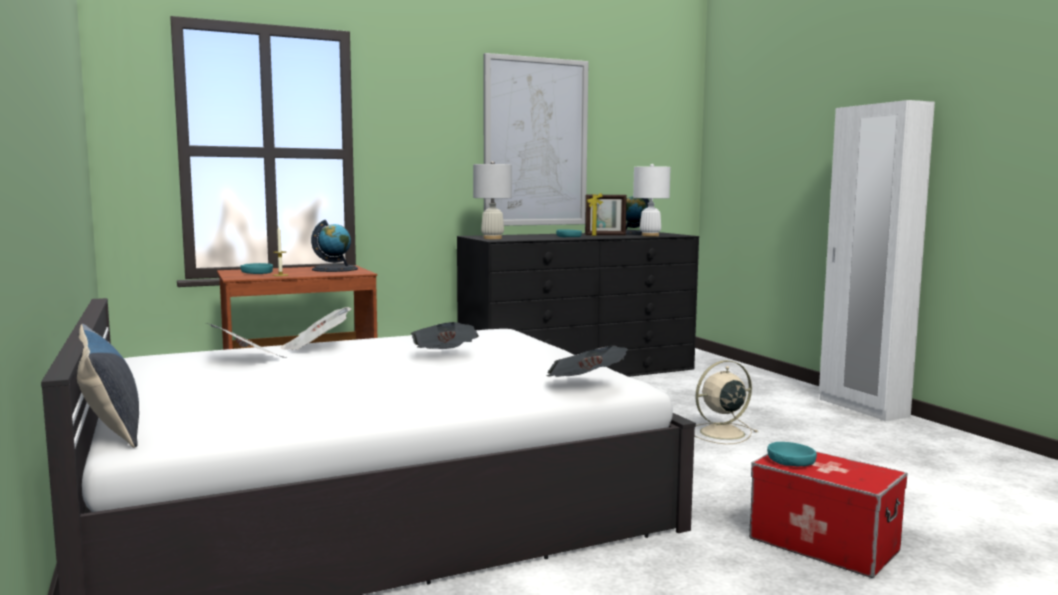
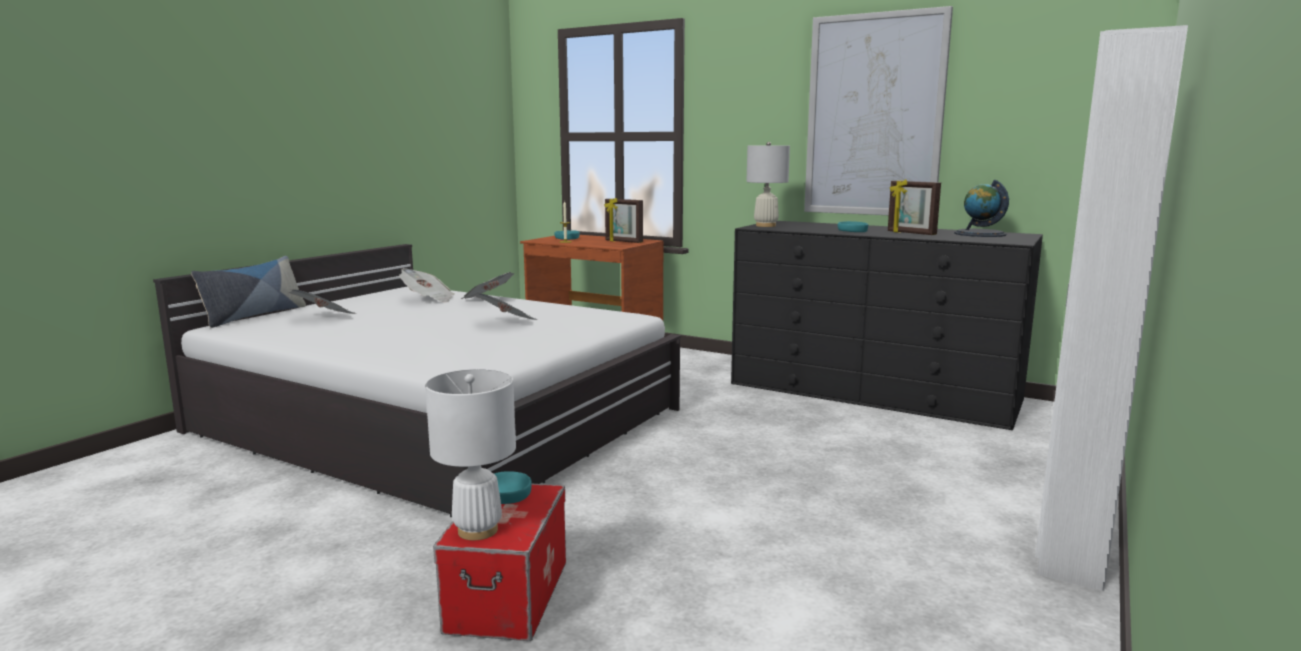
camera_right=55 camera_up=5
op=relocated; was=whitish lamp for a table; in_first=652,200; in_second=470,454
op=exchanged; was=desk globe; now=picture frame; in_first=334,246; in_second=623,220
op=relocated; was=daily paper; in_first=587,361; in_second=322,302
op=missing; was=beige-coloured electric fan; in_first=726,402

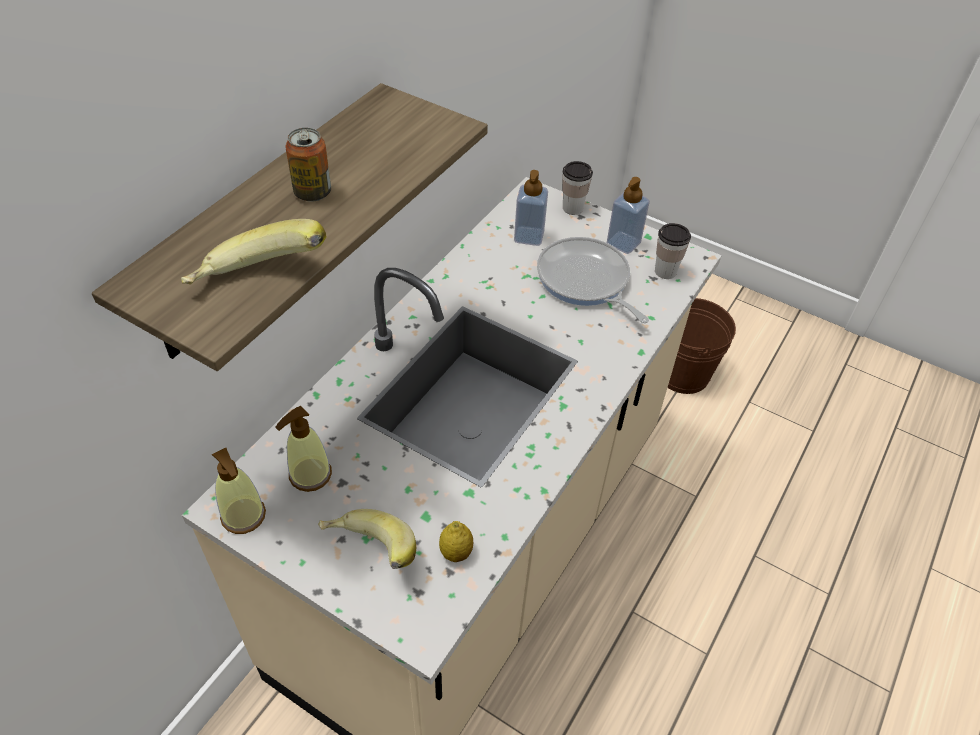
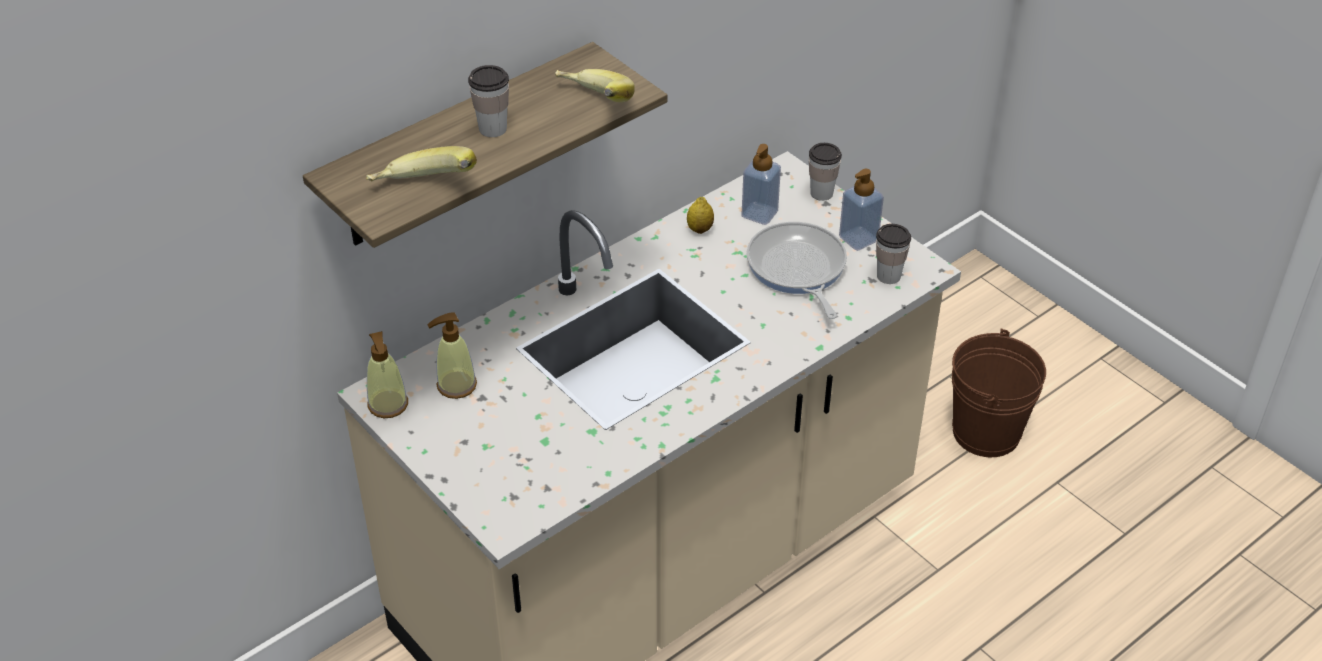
camera_right=20 camera_up=-5
op=exchanged; was=can; now=cup; in_first=308,165; in_second=488,101
op=relocated; was=whole banana; in_first=367,539; in_second=595,86
op=relocated; was=lemon; in_first=456,541; in_second=700,215

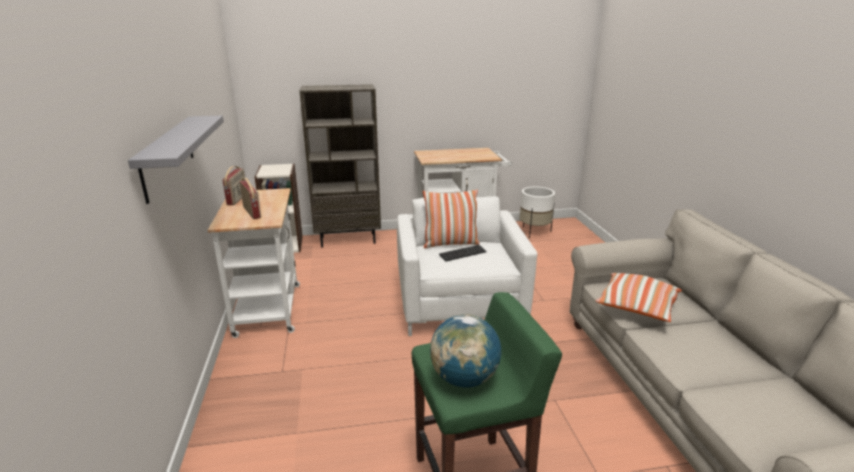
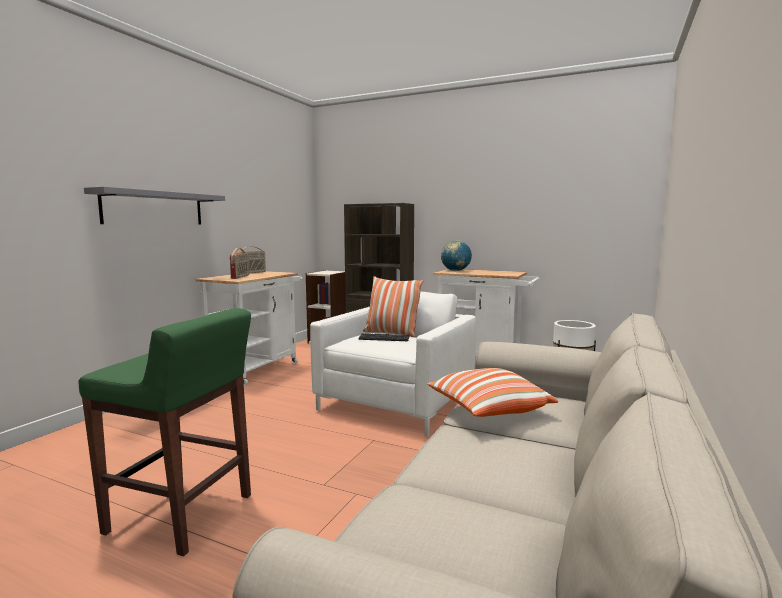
camera_right=35 camera_up=-15
op=relocated; was=desk globe; in_first=465,351; in_second=456,255

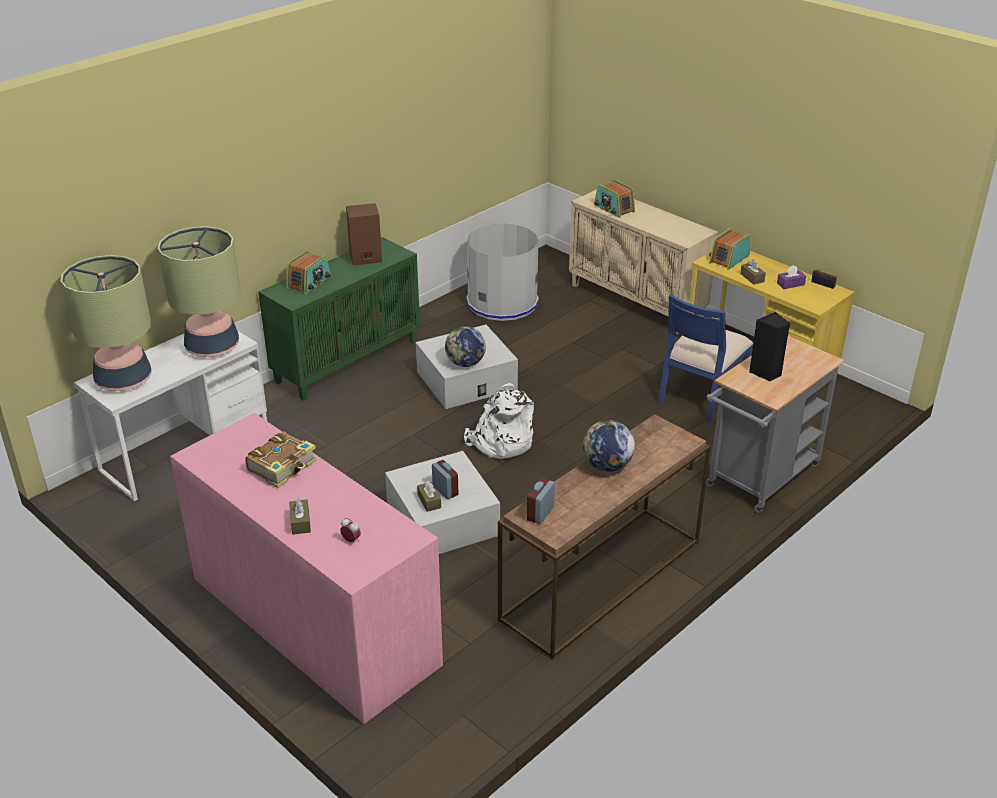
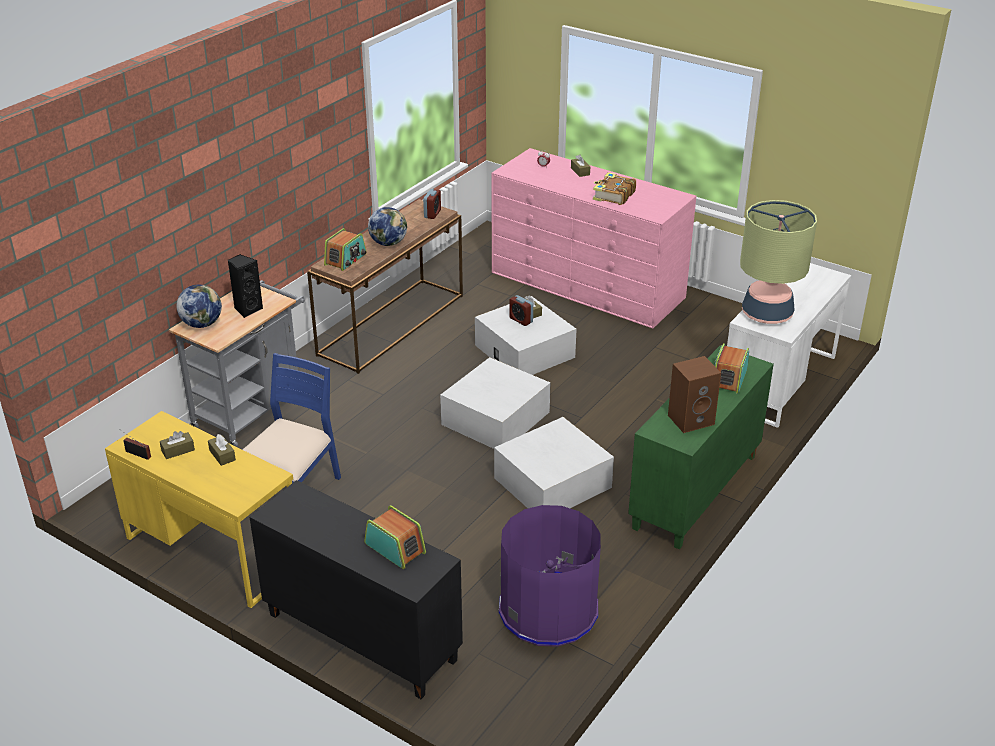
camera_right=170 camera_up=0
op=colour; was=beige-coloured storage cabinet; now=black storage cabinet; in_first=643,261; in_second=356,589
op=colour; was=grey waste bin; now=purplish waste bin; in_first=502,272; in_second=550,576
op=relocated; was=radio; in_first=729,249; in_second=345,249
op=missing; was=lamp for a table; in_first=106,323
op=colour; was=purplish tissue holder; now=brown tissue holder; in_first=791,277; in_second=177,445
op=relocated; was=desk globe; in_first=465,346; in_second=199,306
op=exchanged; was=whitish backpack; now=whitish storage box; in_first=499,421; in_second=495,403

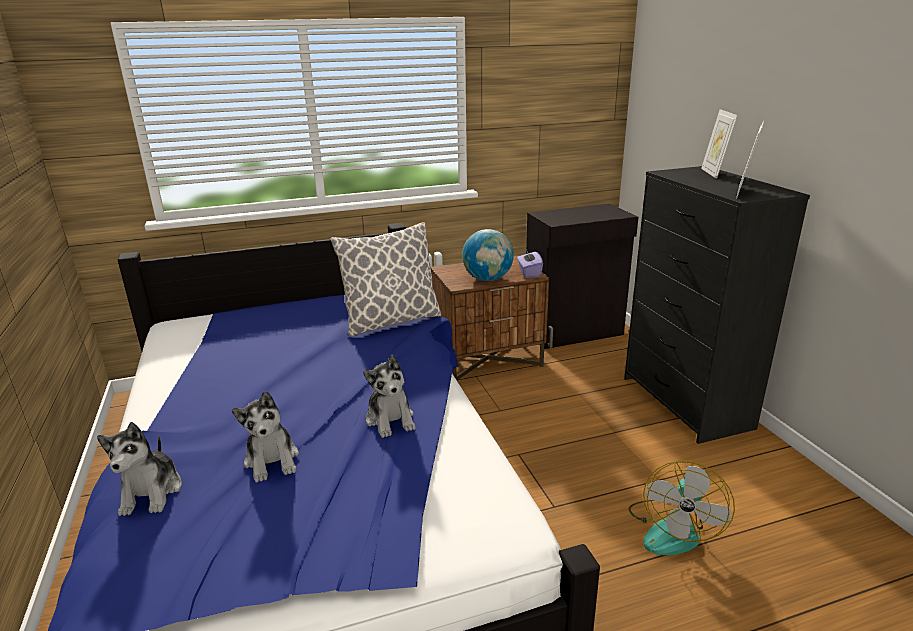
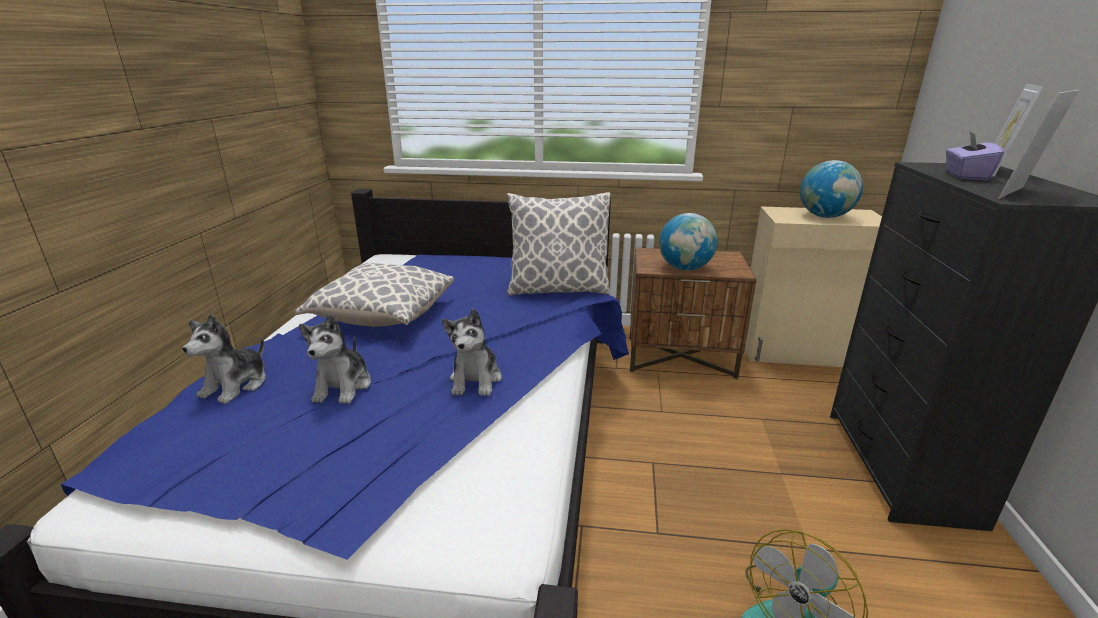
camera_right=25 camera_up=0
op=colour; was=black storage cabinet; now=beige-coloured storage cabinet; in_first=582,276; in_second=813,286
op=relocated; was=purplish tissue holder; in_first=530,263; in_second=975,156
op=appeared; now=desk globe; in_second=831,189
op=appeared; now=throw pillow; in_second=374,295

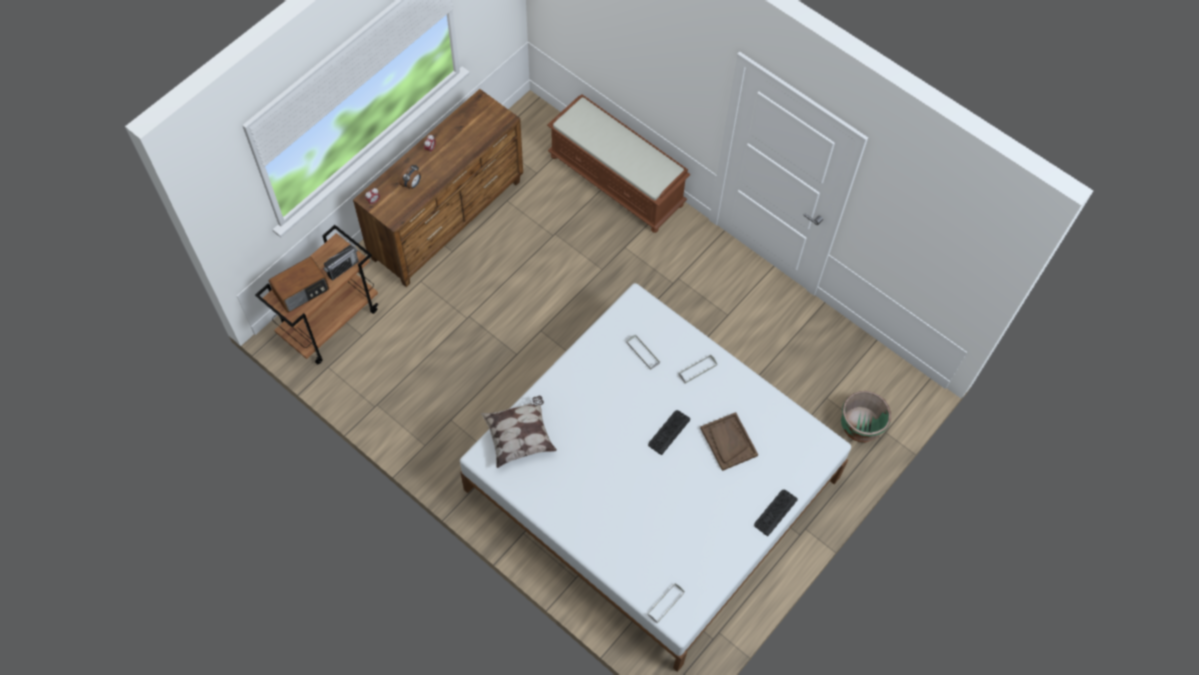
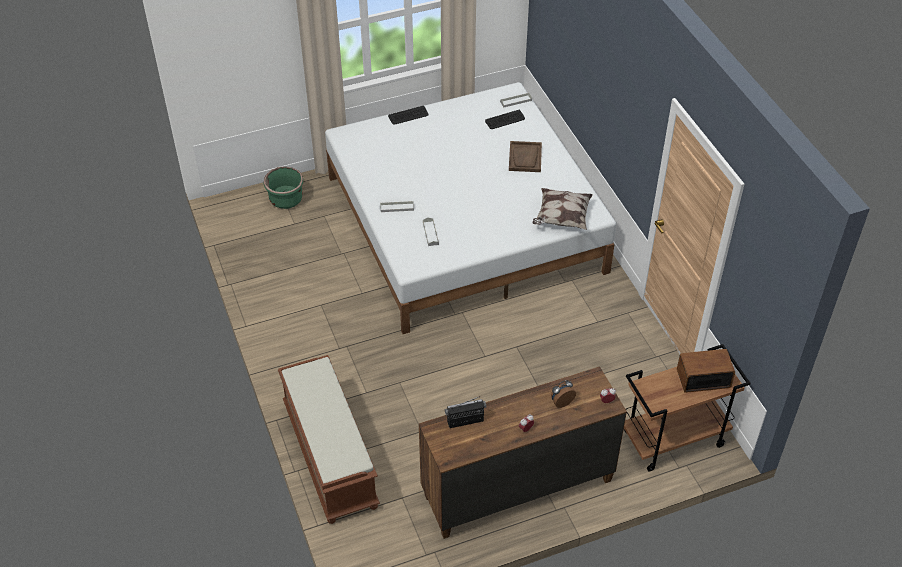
camera_right=-150 camera_up=-15
op=relocated; was=radio; in_first=341,263; in_second=465,412
op=relocated; was=computer keyboard; in_first=669,432; in_second=505,119
op=relocated; was=brown carrying tray; in_first=729,441; in_second=525,156

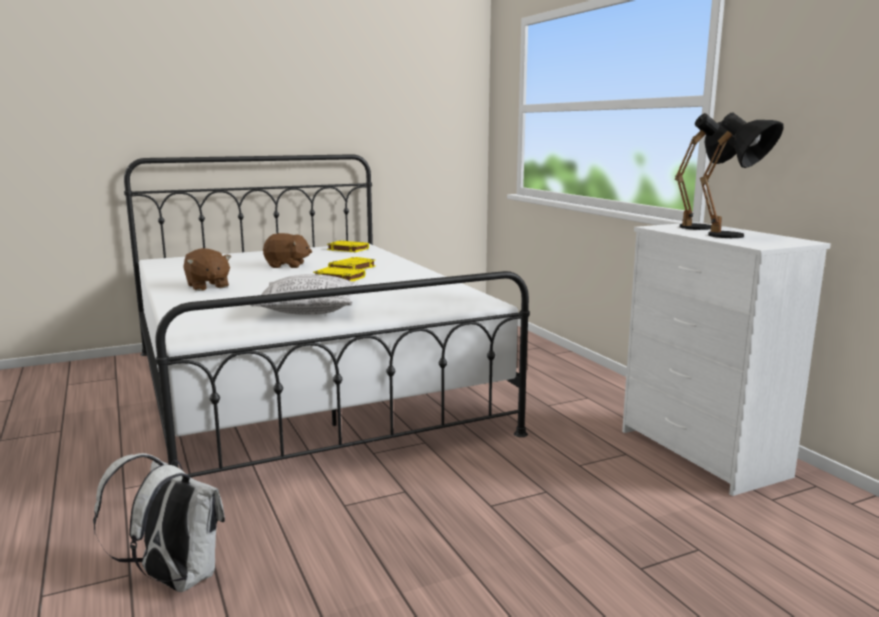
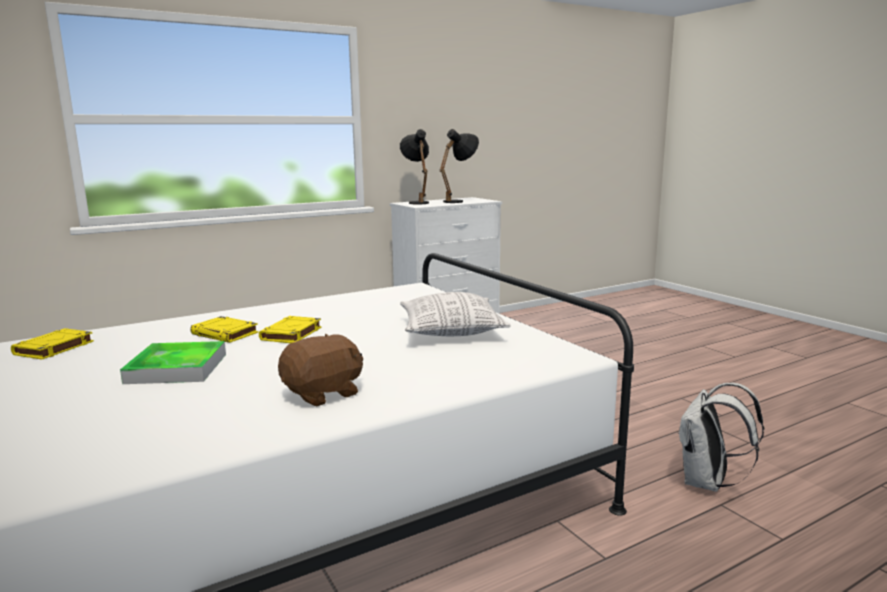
camera_right=-95 camera_up=0
op=exchanged; was=brown plush toy; now=carrying tray; in_first=287,250; in_second=173,362

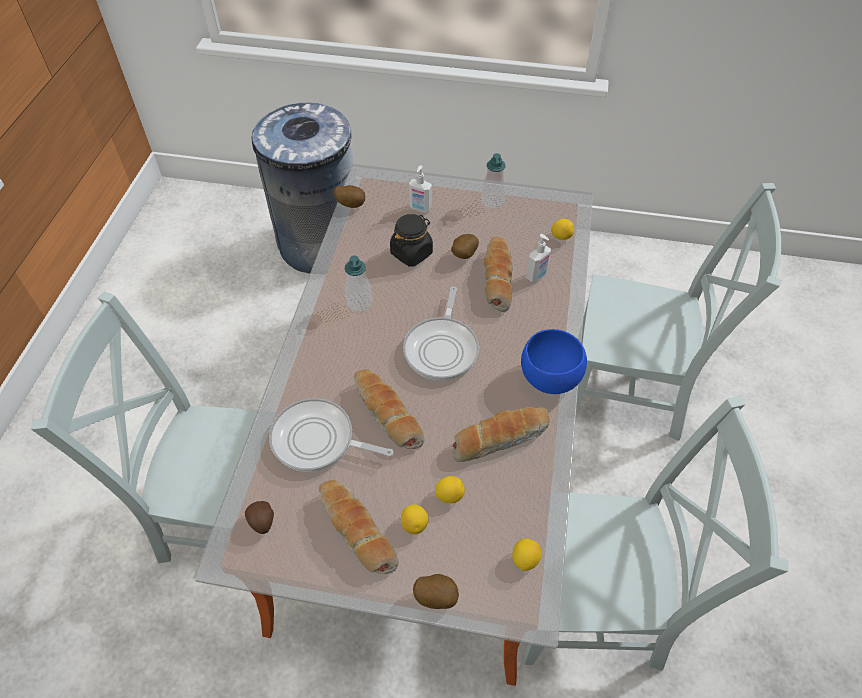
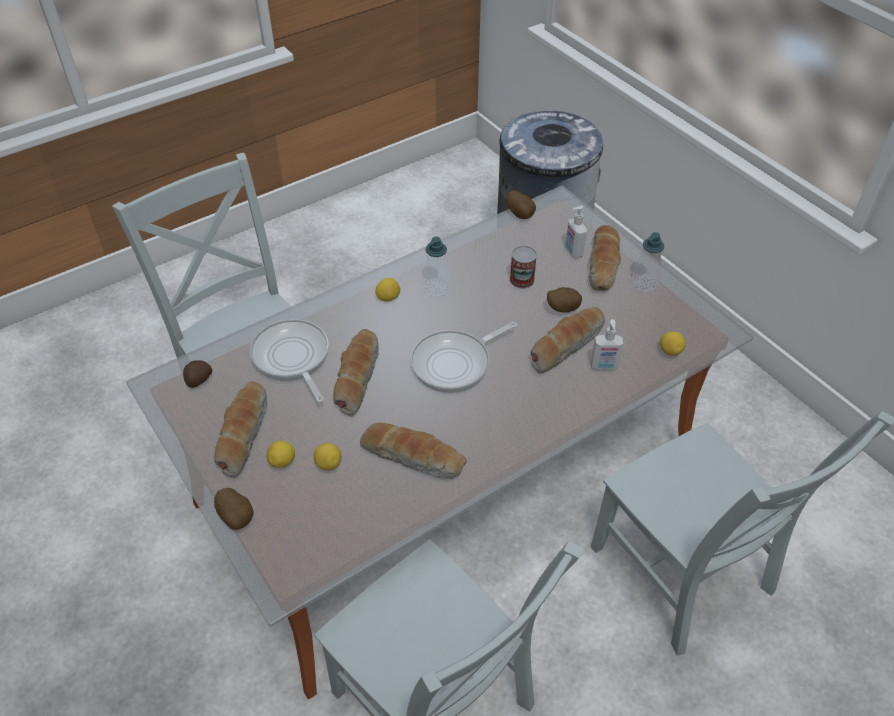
camera_right=45 camera_up=-5
op=exchanged; was=black storage jar; now=can; in_first=411,240; in_second=523,267
op=missing; was=blue bowl; in_first=554,361
op=relocated; was=lemon; in_first=527,554; in_second=387,290
op=appeared; now=bread; in_second=605,258

